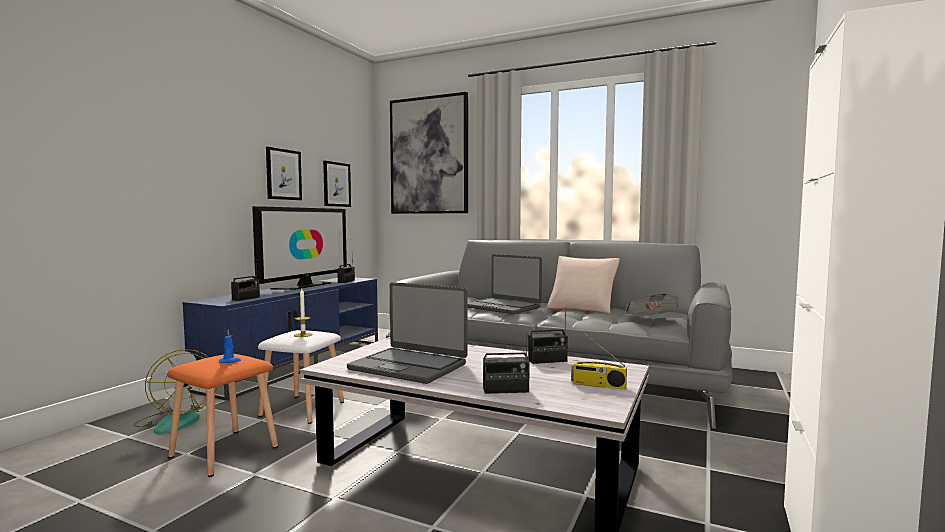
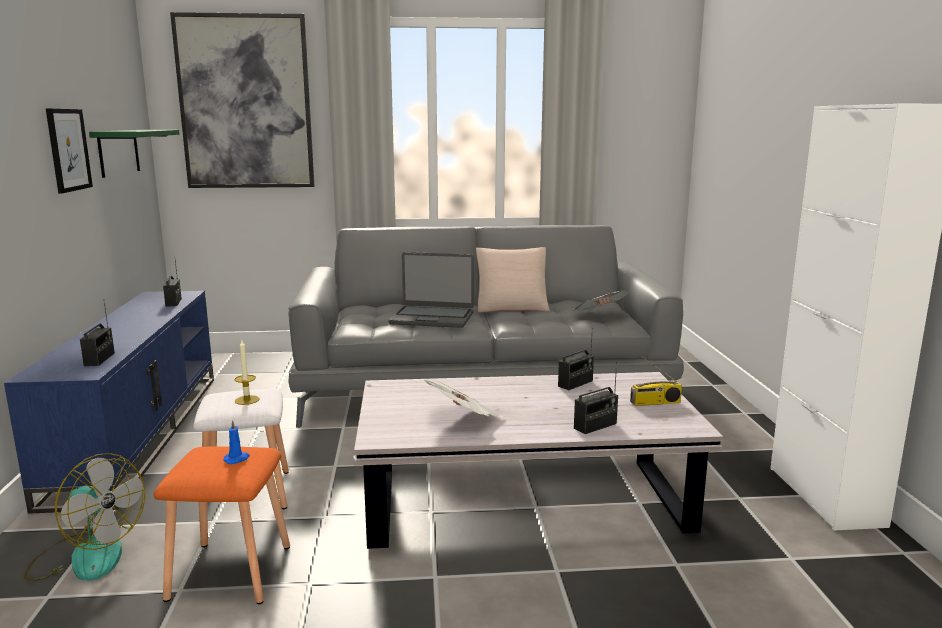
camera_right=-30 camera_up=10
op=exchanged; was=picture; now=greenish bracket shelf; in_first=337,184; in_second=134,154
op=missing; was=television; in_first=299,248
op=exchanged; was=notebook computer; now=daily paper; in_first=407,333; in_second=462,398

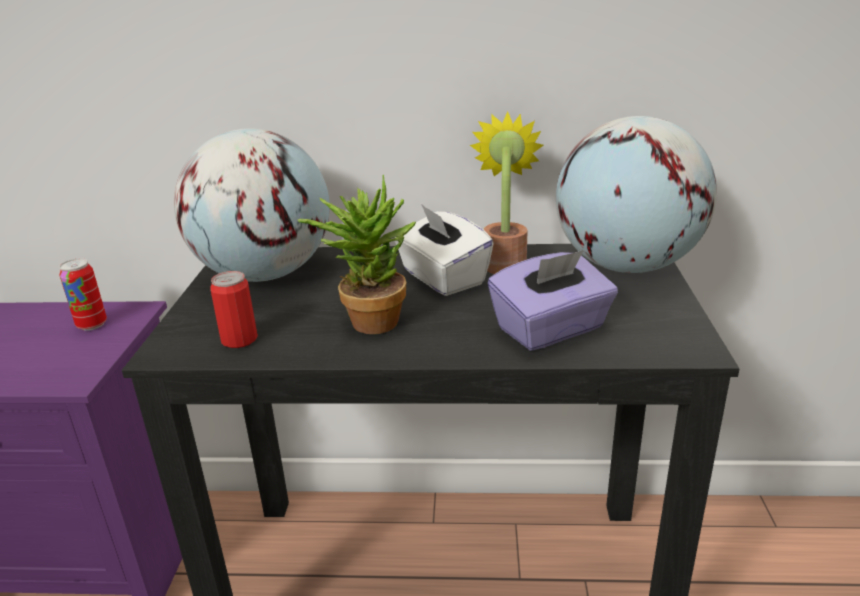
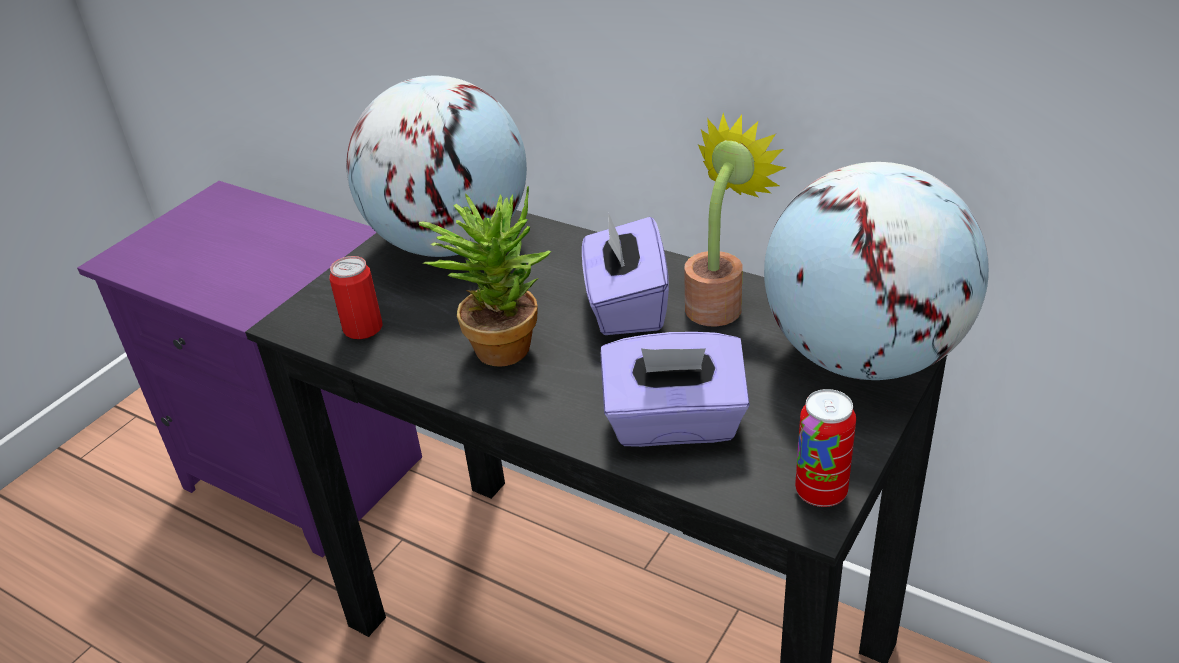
camera_right=30 camera_up=10
op=colour; was=whitish tissue holder; now=purplish tissue holder; in_first=443,250; in_second=625,274
op=relocated; was=can; in_first=83,294; in_second=825,448

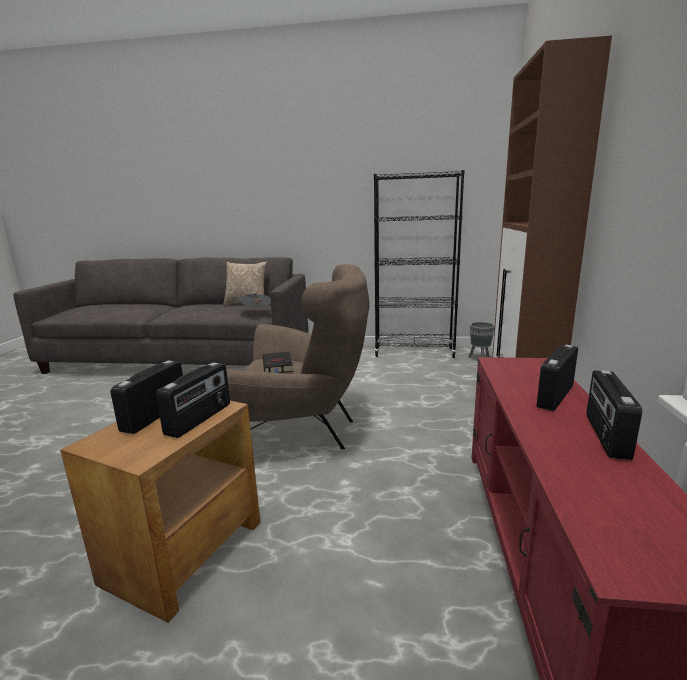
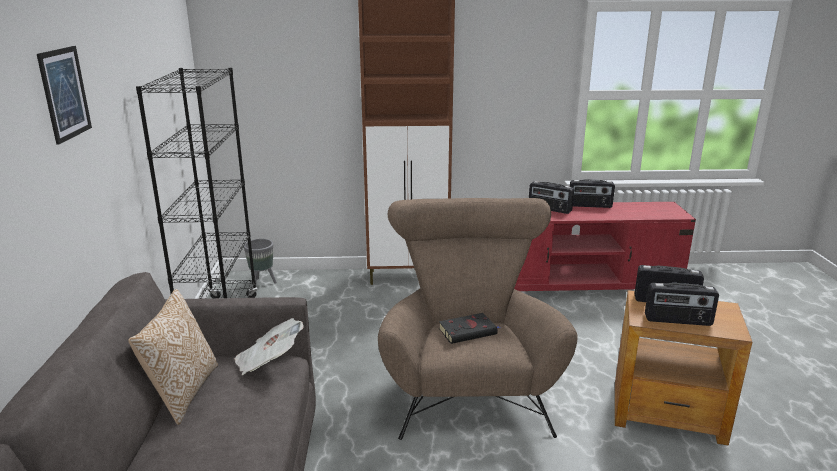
camera_right=-100 camera_up=5
op=appeared; now=picture; in_second=64,95

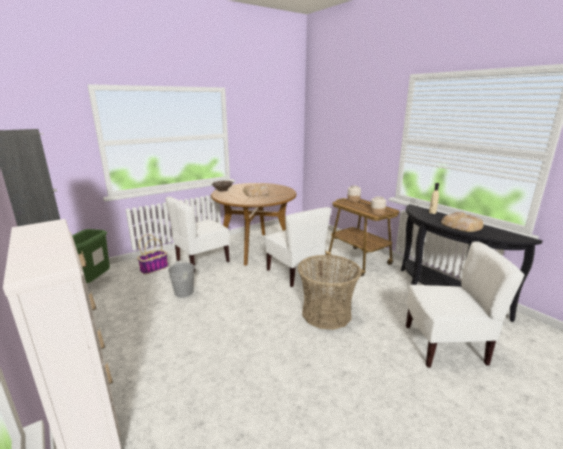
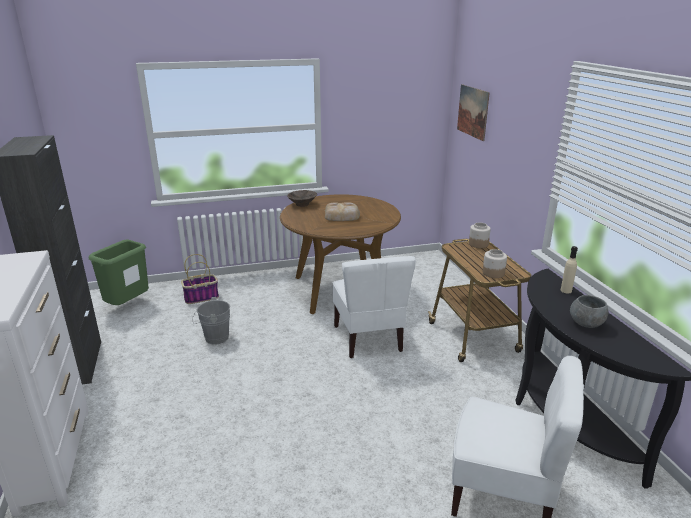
camera_right=20 camera_up=5
op=missing; was=whitish chair; in_first=197,234
op=exchanged; was=bread; now=grey bowl; in_first=462,222; in_second=589,311
op=missing; was=storage basket; in_first=329,292
op=appeared; now=picture; in_second=473,112

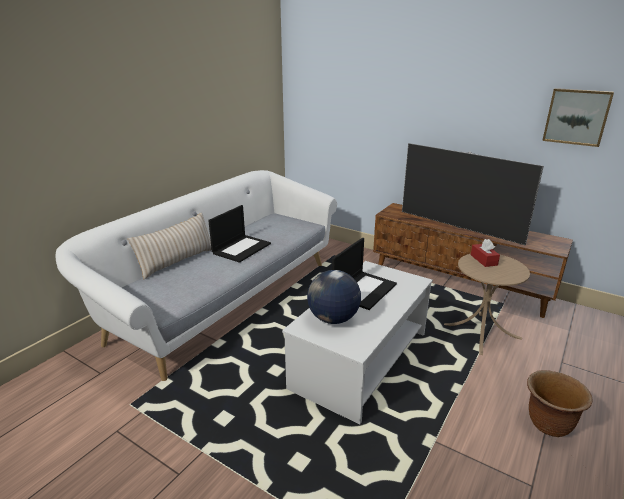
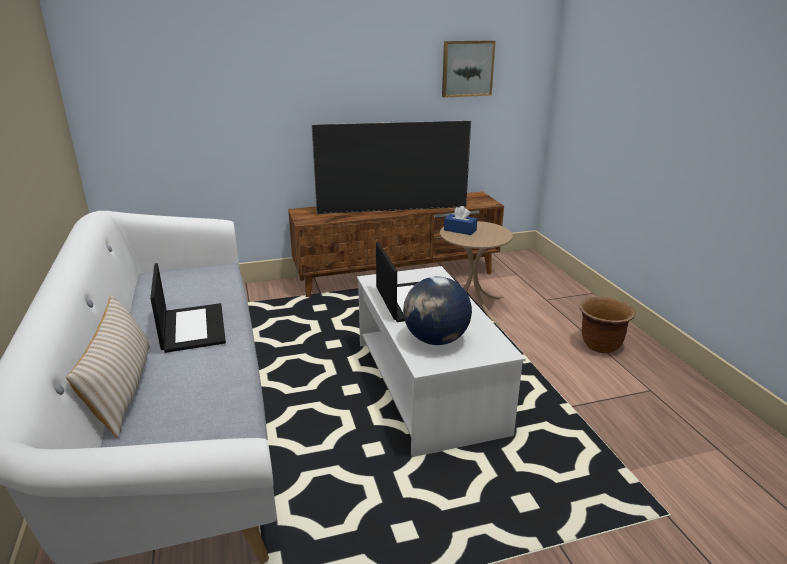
camera_right=-50 camera_up=0
op=colour; was=red tissue holder; now=blue tissue holder; in_first=485,253; in_second=460,220

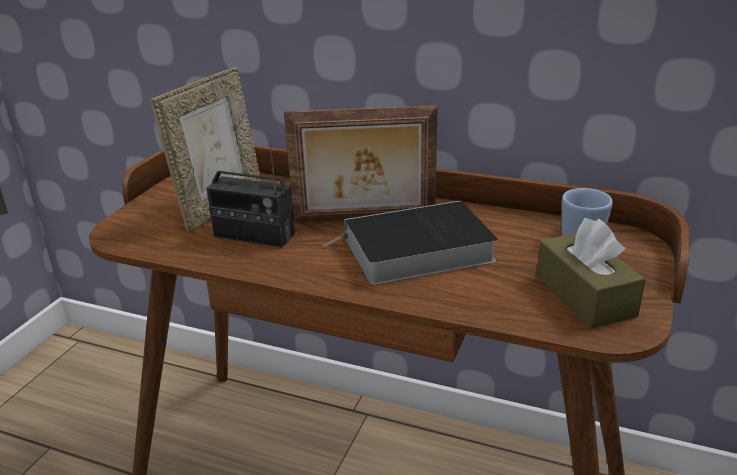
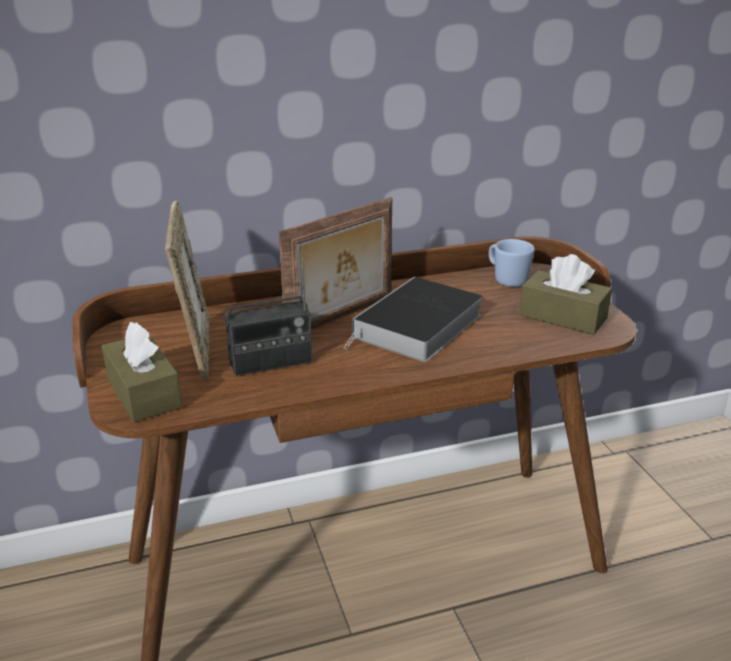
camera_right=-40 camera_up=0
op=appeared; now=brown tissue holder; in_second=142,372

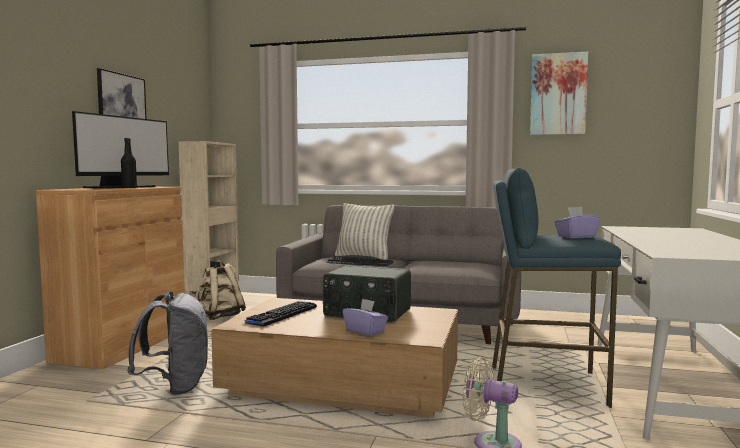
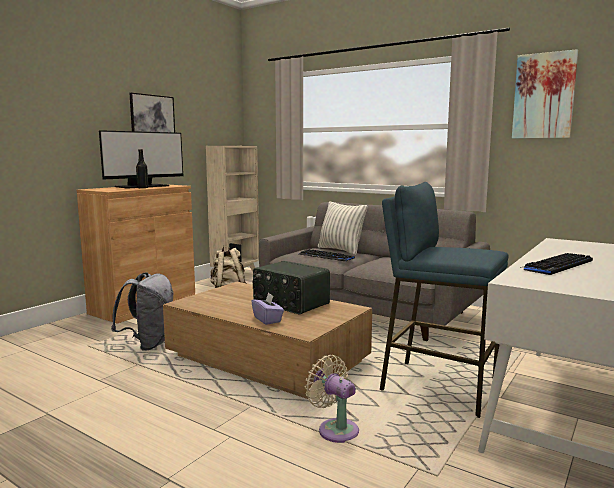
camera_right=20 camera_up=5
op=missing; was=purplish tissue holder; in_first=577,223
op=relocated; was=computer keyboard; in_first=280,314; in_second=556,264

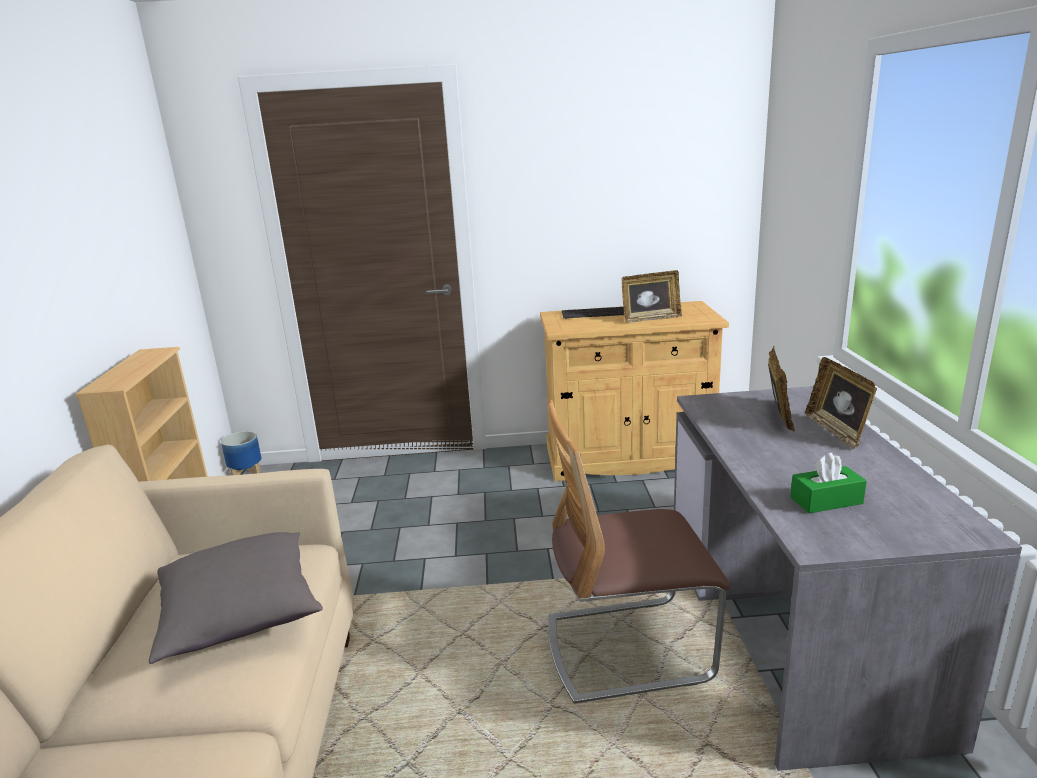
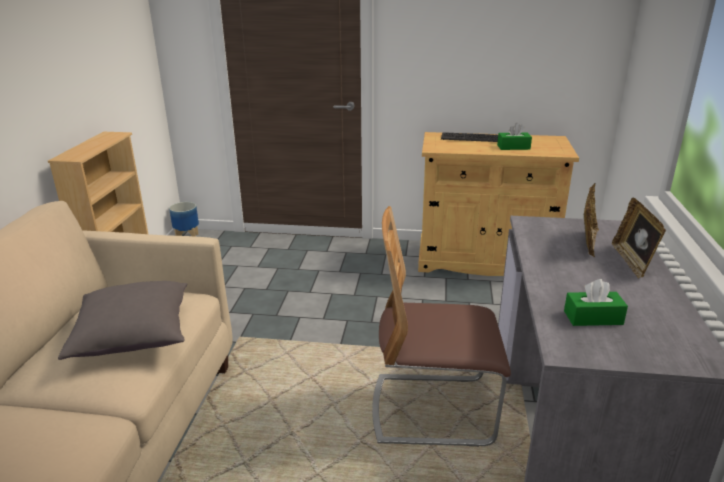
camera_right=10 camera_up=5
op=exchanged; was=picture frame; now=greenish tissue holder; in_first=652,296; in_second=514,136

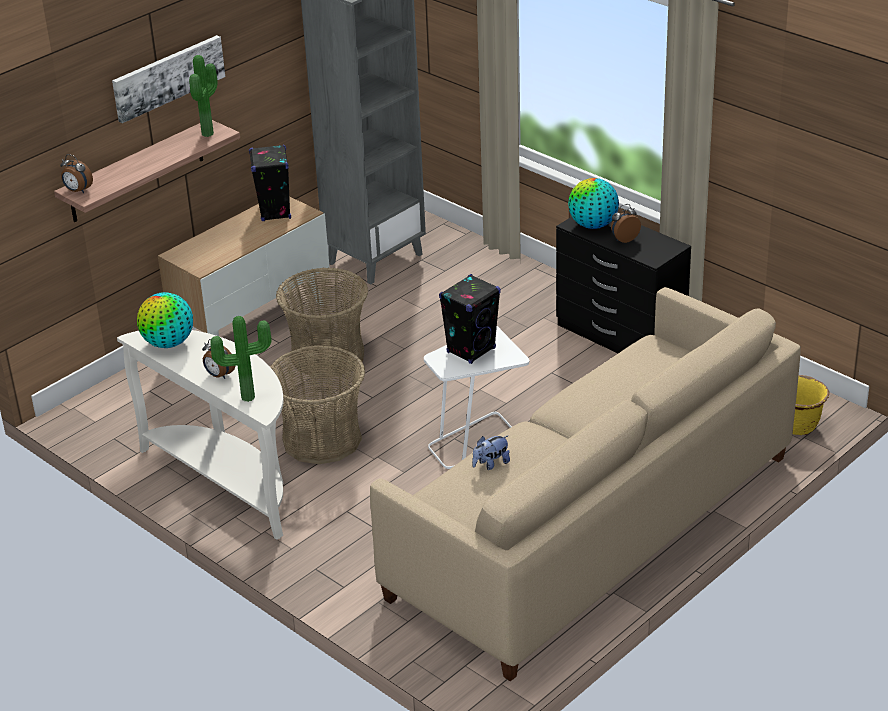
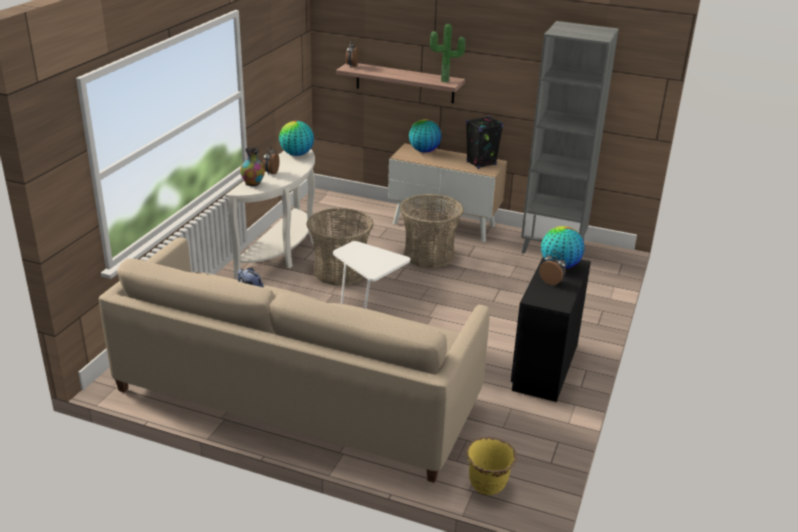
camera_right=65 camera_up=-5
op=missing; was=picture; in_first=168,79
op=missing; was=black audio speaker; in_first=470,319
op=exchanged; was=potted plant; now=decorative vase; in_first=240,359; in_second=252,167
op=appeared; now=desk globe; in_second=425,135

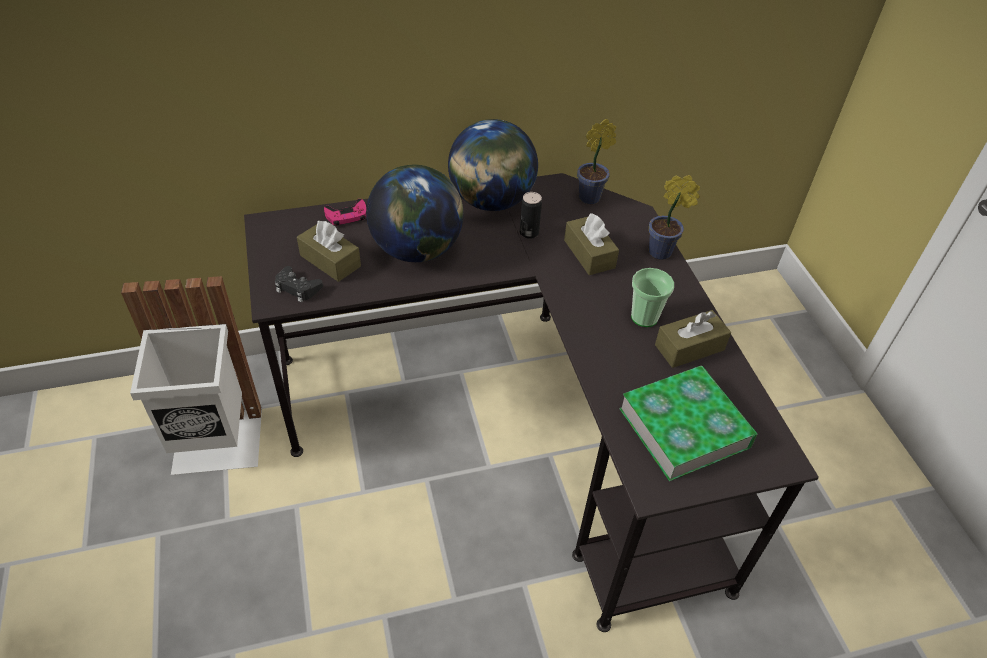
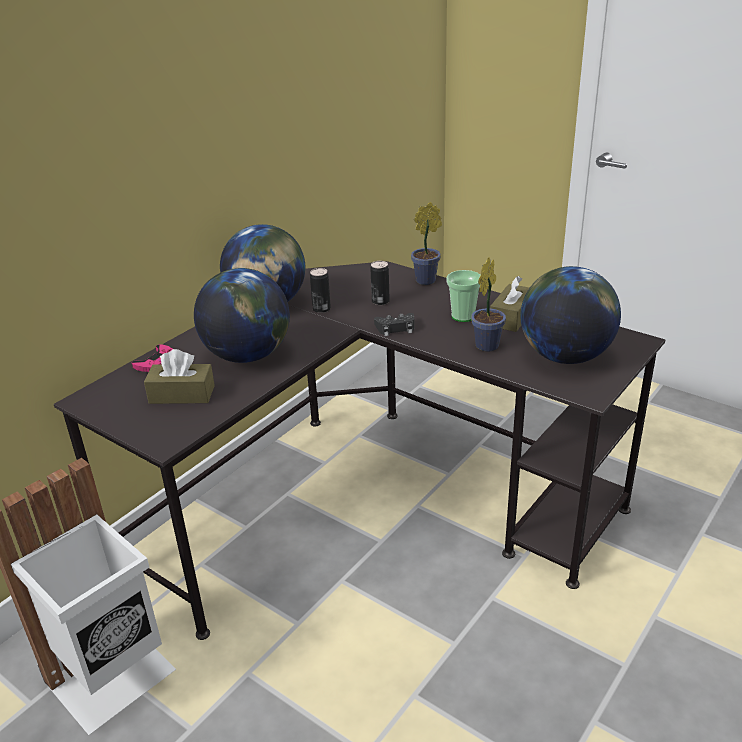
camera_right=-35 camera_up=-15
op=relocated; was=potted plant; in_first=596,161; in_second=488,304
op=exchanged; was=brown tissue holder; now=can; in_first=591,244; in_second=380,283
op=relocated; was=black gamepad; in_first=299,284; in_second=394,324
op=exchanged; was=bound book; now=desk globe; in_first=688,423; in_second=570,315

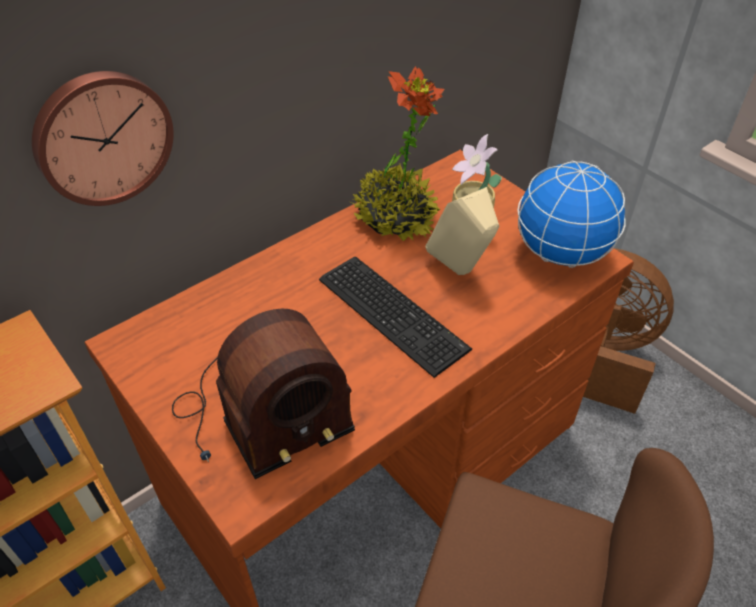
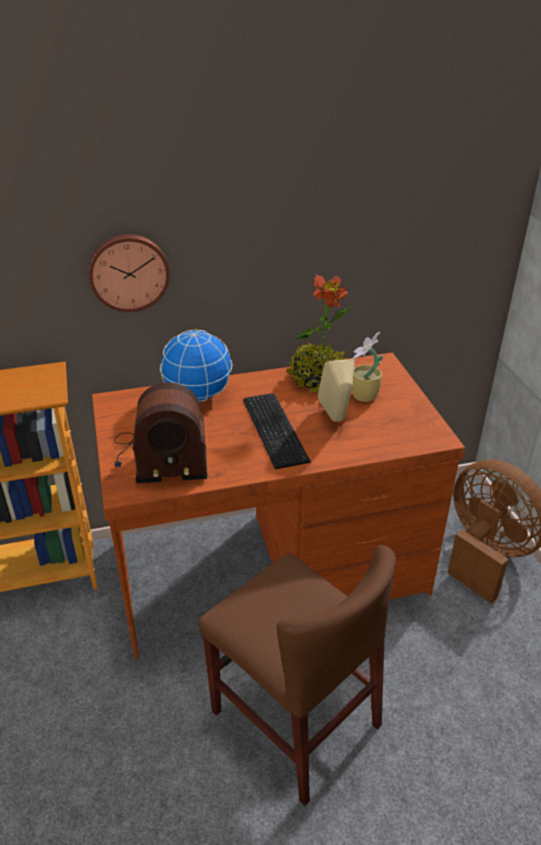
camera_right=25 camera_up=-10
op=relocated; was=desk globe; in_first=571,214; in_second=196,366

